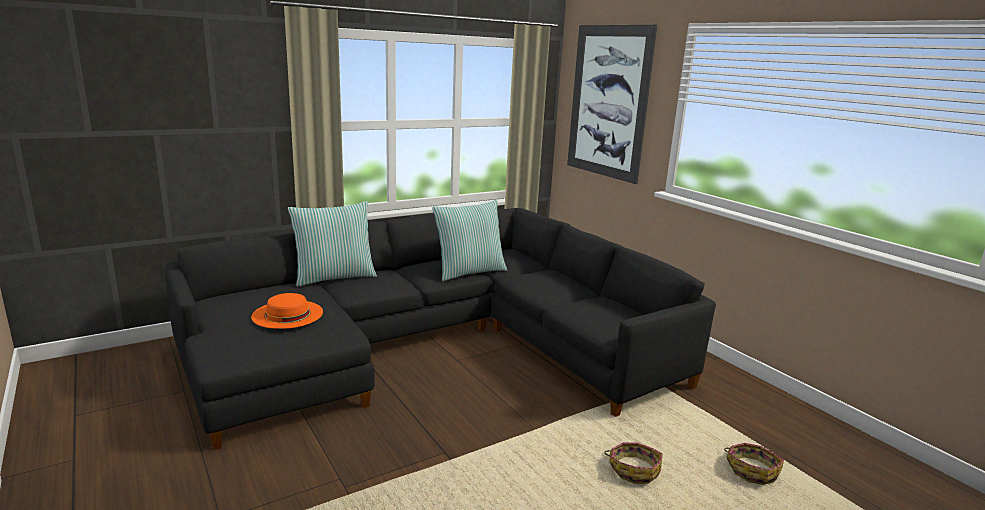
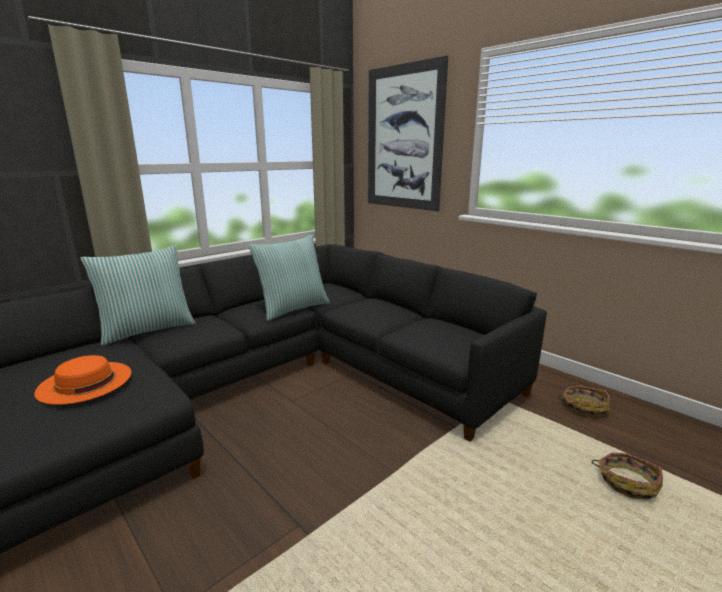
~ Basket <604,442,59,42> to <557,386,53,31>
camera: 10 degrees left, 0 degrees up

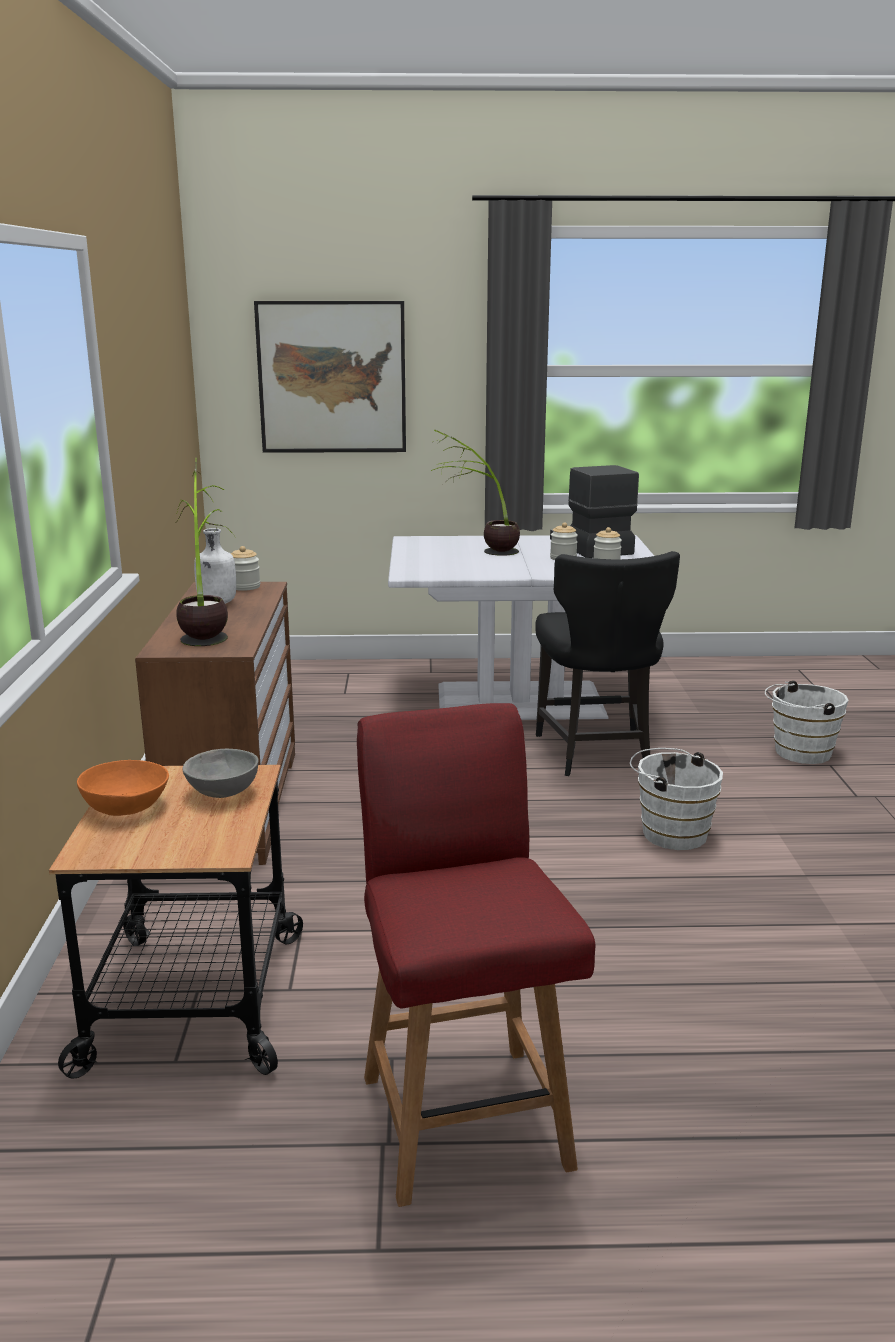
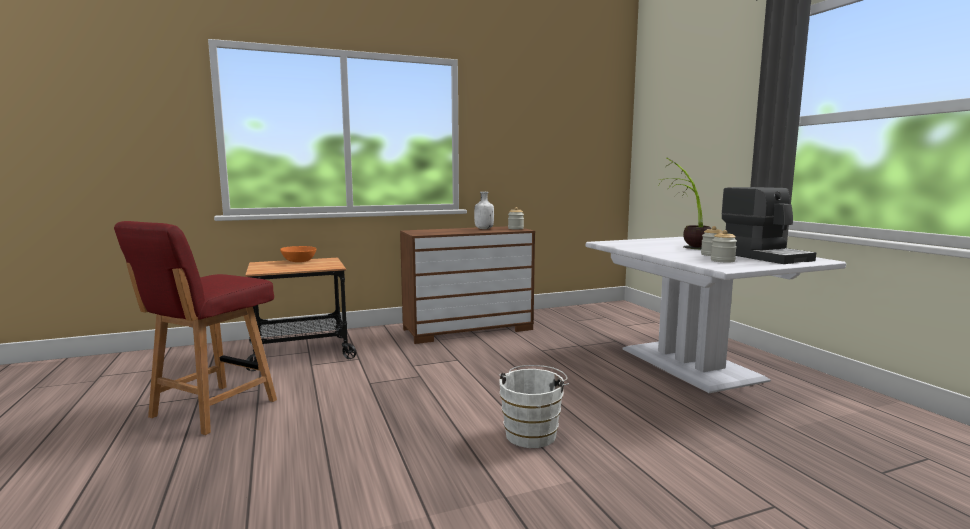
- PlantInAPot <176,458,60,188>
- GreyishServingBowl <182,749,76,49>
- Picture <254,301,152,152>
- BlackishPlainChair <535,551,145,225>
- WhitishWaterBucket <765,680,83,84>
~ ReddishPlainChair <357,703,238,504> = <114,221,163,214> 150 degrees clockwise
~ CoffeeBrewer <550,465,89,93> = <722,187,94,77> 105 degrees clockwise
camera: 70 degrees right, 10 degrees down

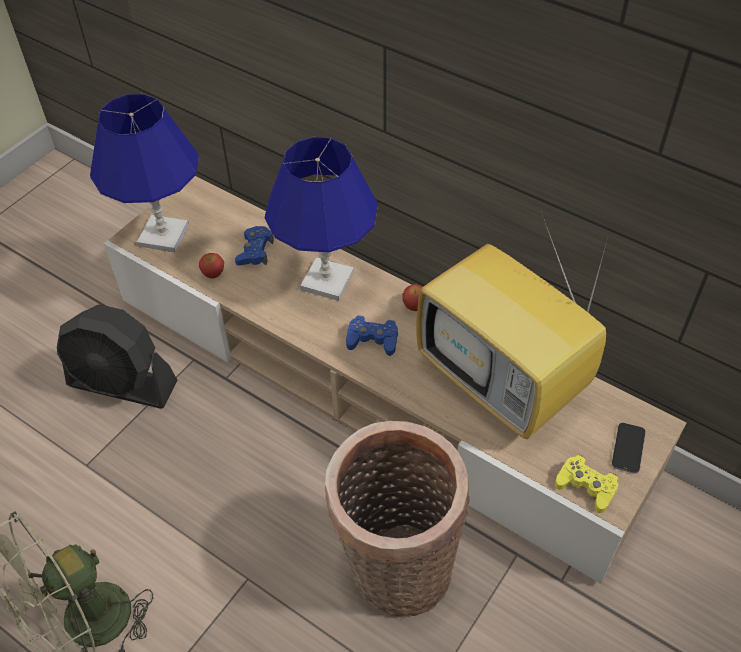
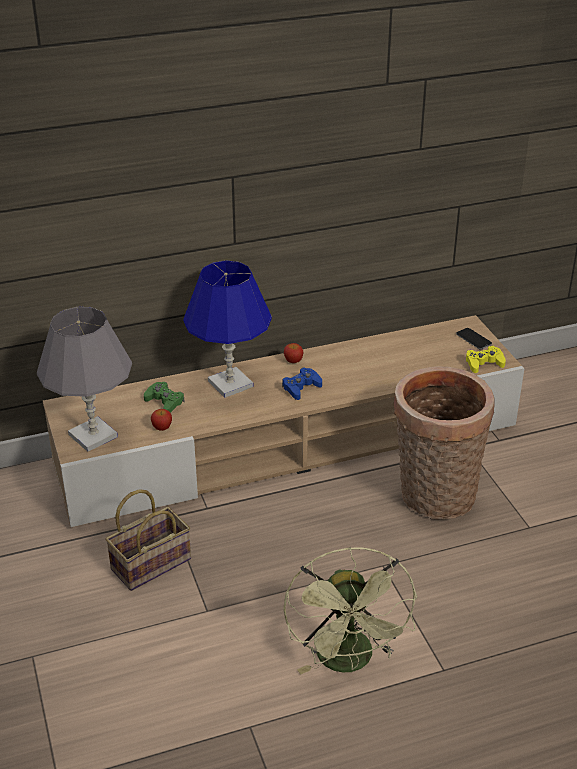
- TvSet <417,212,191,227>
~ BlackishElectricFan <57,304,121,104> to Basket <105,489,86,102>
~ BluishTabletopLamp <90,94,109,158> to GreyishTabletopLamp <37,307,95,145>
~ BluishGamepad <235,226,39,39> to GreenColouredGamepad <144,382,41,31>
camera: 55 degrees left, 15 degrees down

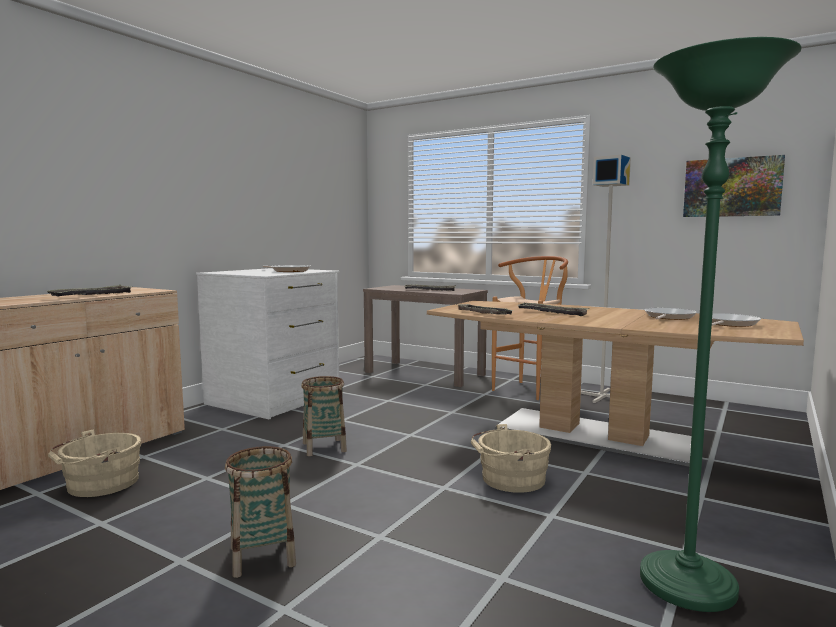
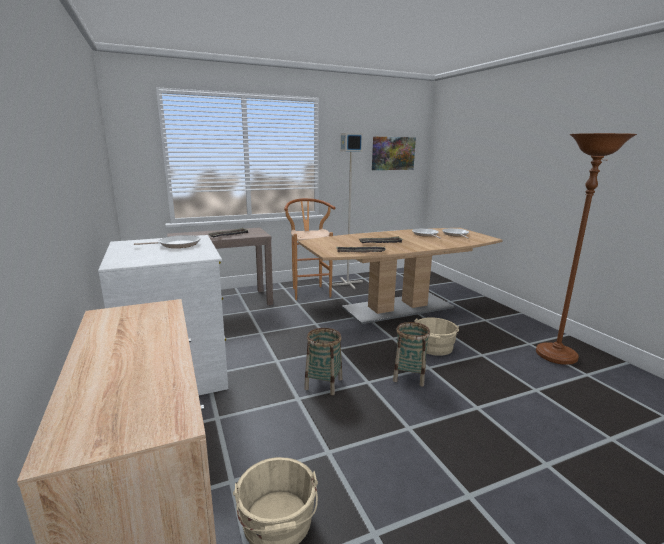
- Tray <47,285,84,11>
~ Basket <225,446,71,132> to <393,322,37,64>
~ GreenColouredStandingLamp <640,37,162,575> to BrownishStandingLamp <536,133,101,232>
camera: 55 degrees left, 10 degrees up

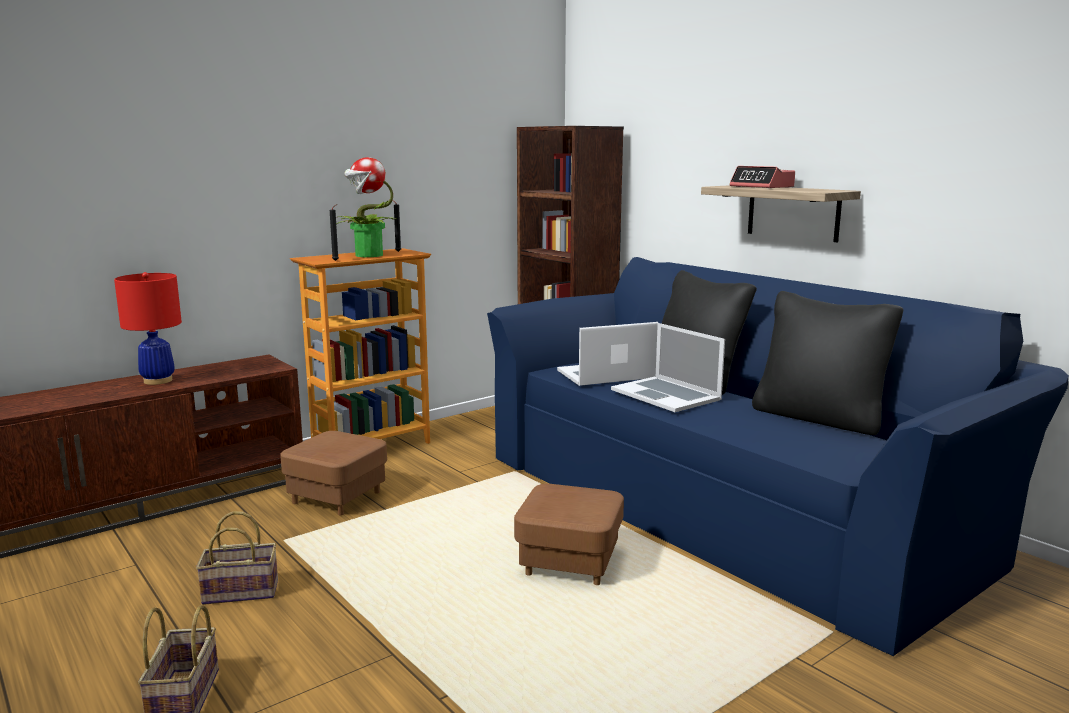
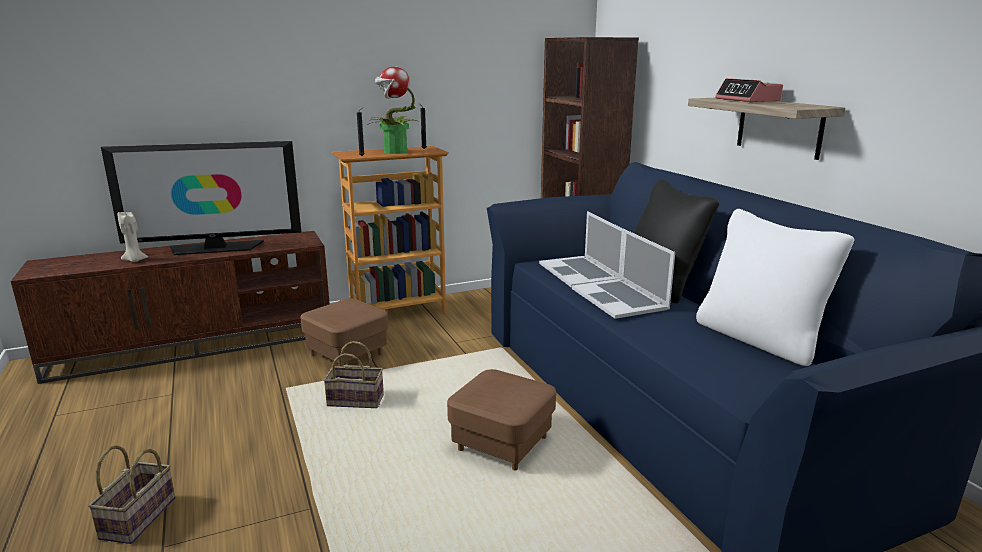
+ BeigeWaxCandle <117,210,31,52>
~ Basket <196,511,82,94> to <323,341,61,67>
~ ReddishTabletopLamp <114,272,68,113> to TvSet <101,141,200,114>
~ BlackishThrowPillow <752,291,151,144> to WhitishThrowPillow <696,209,159,157>
~ Laptop <557,322,101,64> = <539,211,85,77> 105 degrees counterclockwise
camera: 15 degrees right, 5 degrees up

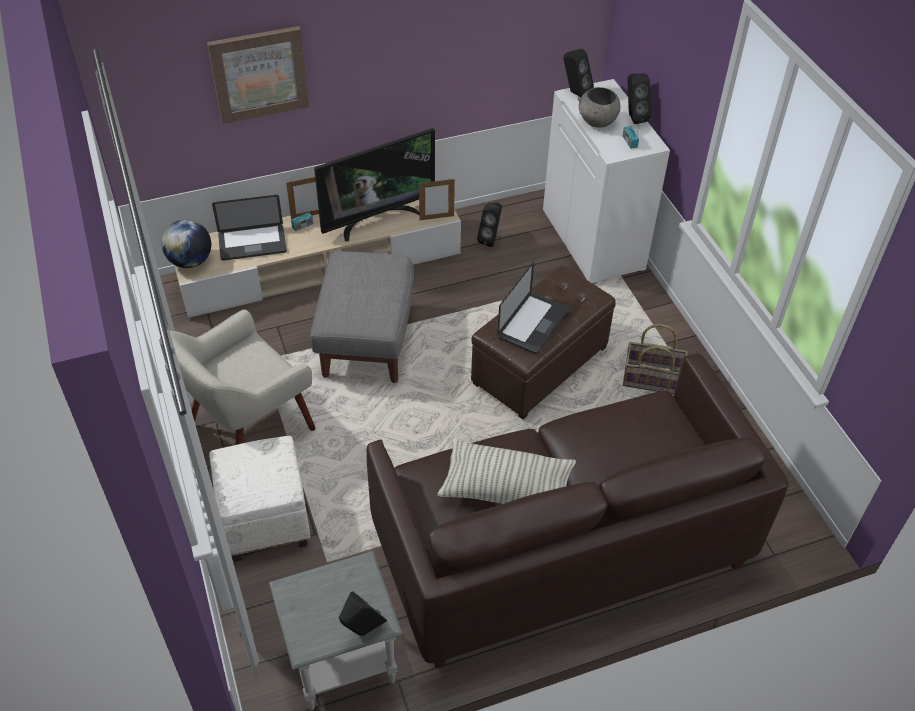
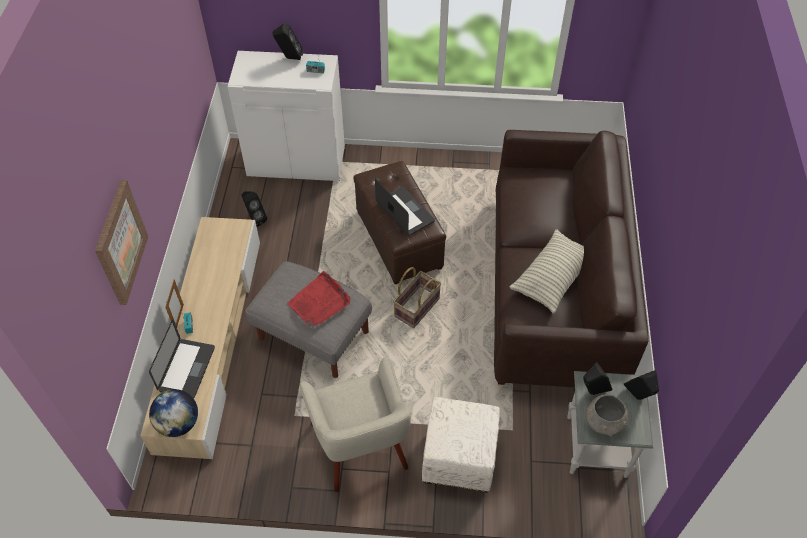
- TvSet <314,128,121,114>
- PictureFrame <419,179,36,41>
+ ReddishTray <287,271,64,57>
~ BlackishLoudspeaker <563,49,31,48> to <583,362,30,33>
~ GreyishServingBowl <578,87,43,41> to <586,394,42,42>
~ Basket <623,324,65,71> to <393,267,48,61>
camera: 65 degrees left, 5 degrees up

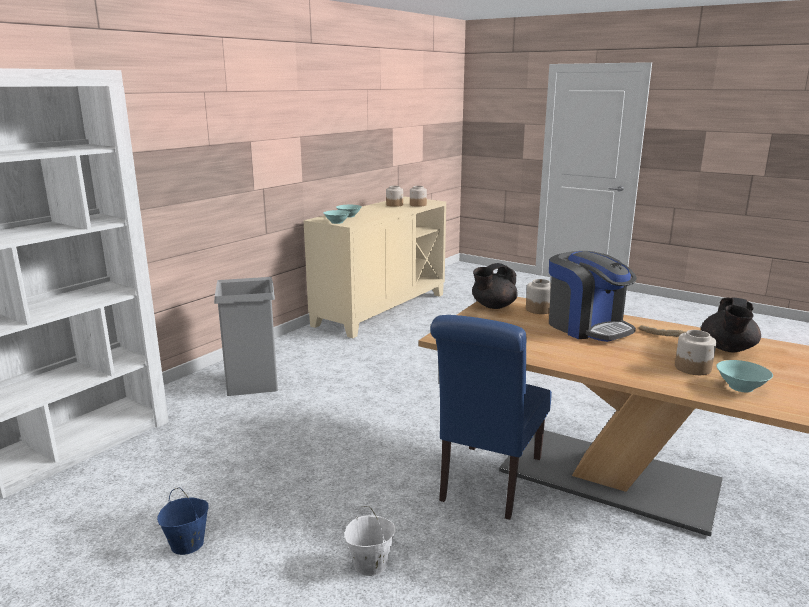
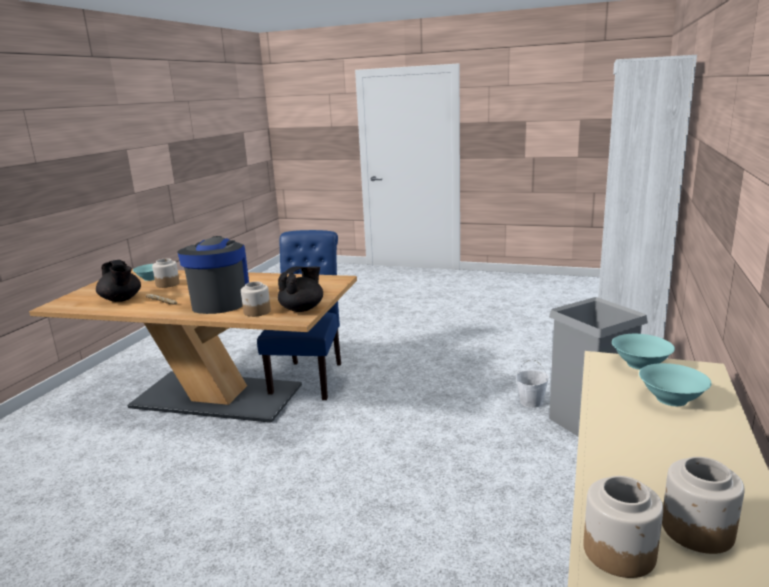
- BluishWaterBucket <157,488,52,67>
~ WhitishWaterBucket <344,506,51,70> to <516,359,33,49>
~ CoffeeBrewer <549,251,88,91> = <177,236,72,78> 45 degrees clockwise
~ BlackishTeapot <701,297,60,55> = <96,260,45,42> 135 degrees clockwise
camera: 165 degrees right, 0 degrees up

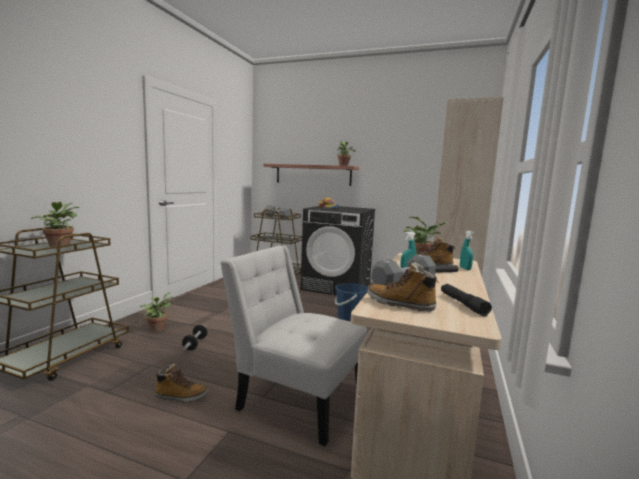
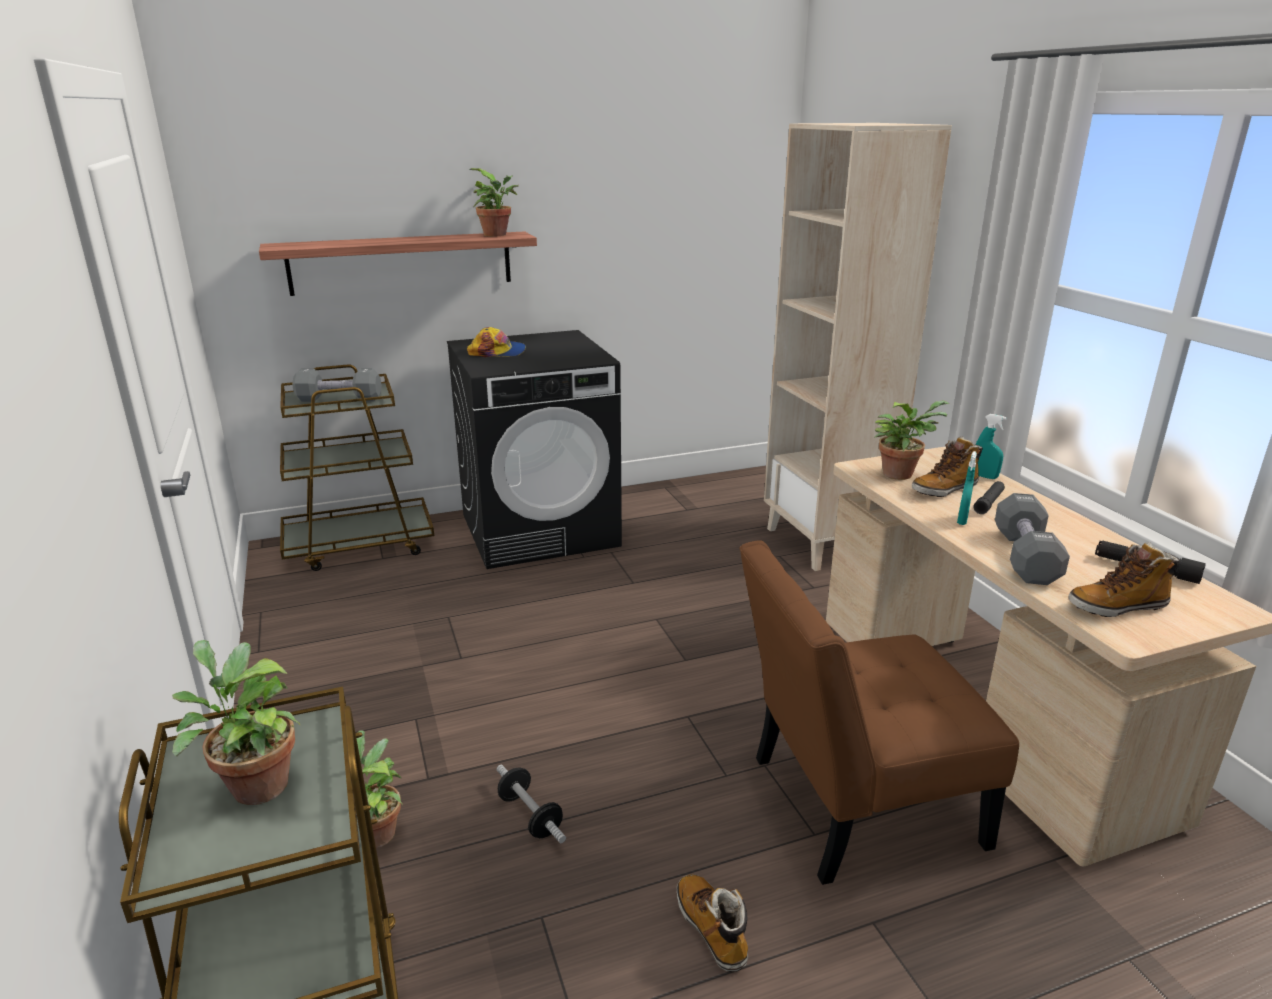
- BluishWaterBucket <335,283,33,39>
~ WhitishPlainChair <220,246,147,200> to BrownishPlainChair <740,540,279,345>
~ HighTopBoot <155,364,53,39> = <677,874,71,98> 75 degrees counterclockwise
camera: 40 degrees left, 15 degrees up

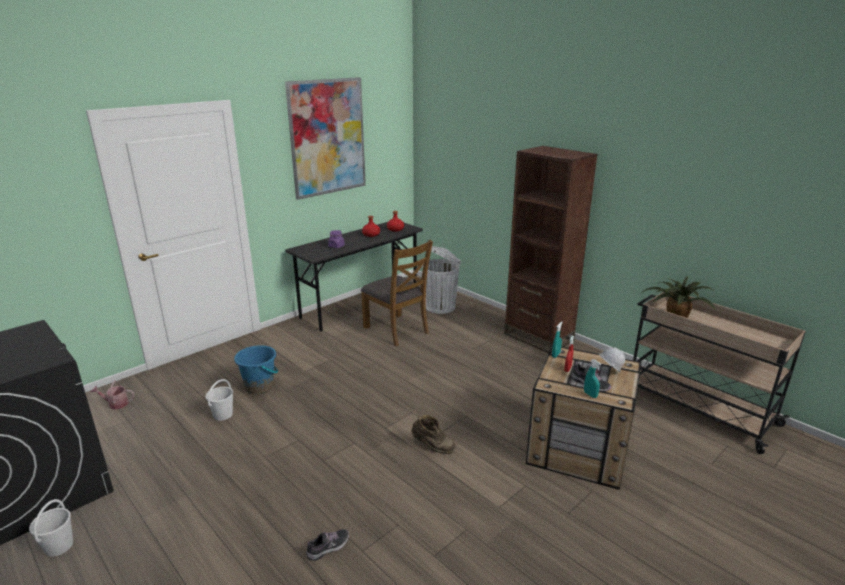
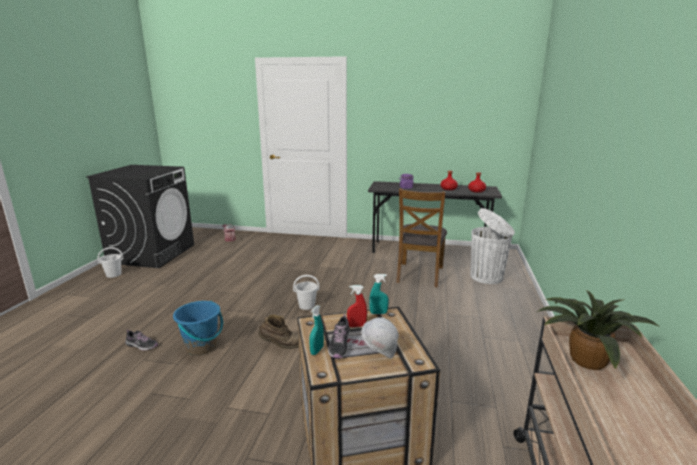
- Picture <285,77,81,123>
- BrownishBookshelf <504,146,94,207>
~ WhitishWaterBucket <206,379,27,42> to <293,275,27,35>
~ BluishWaterBucket <234,345,44,49> to <173,301,50,54>
~ BrownishHighTopBoot <411,415,45,39> = <258,315,41,34> 75 degrees counterclockwise
camera: 55 degrees right, 5 degrees down

